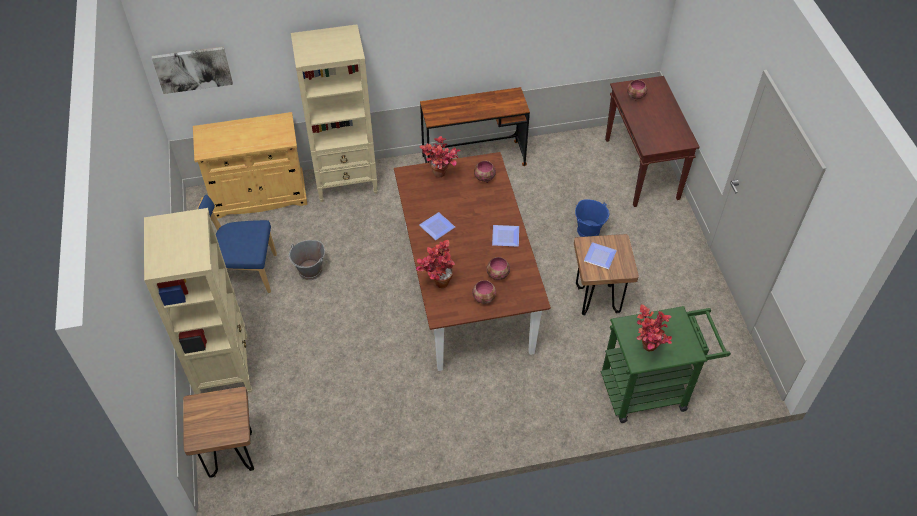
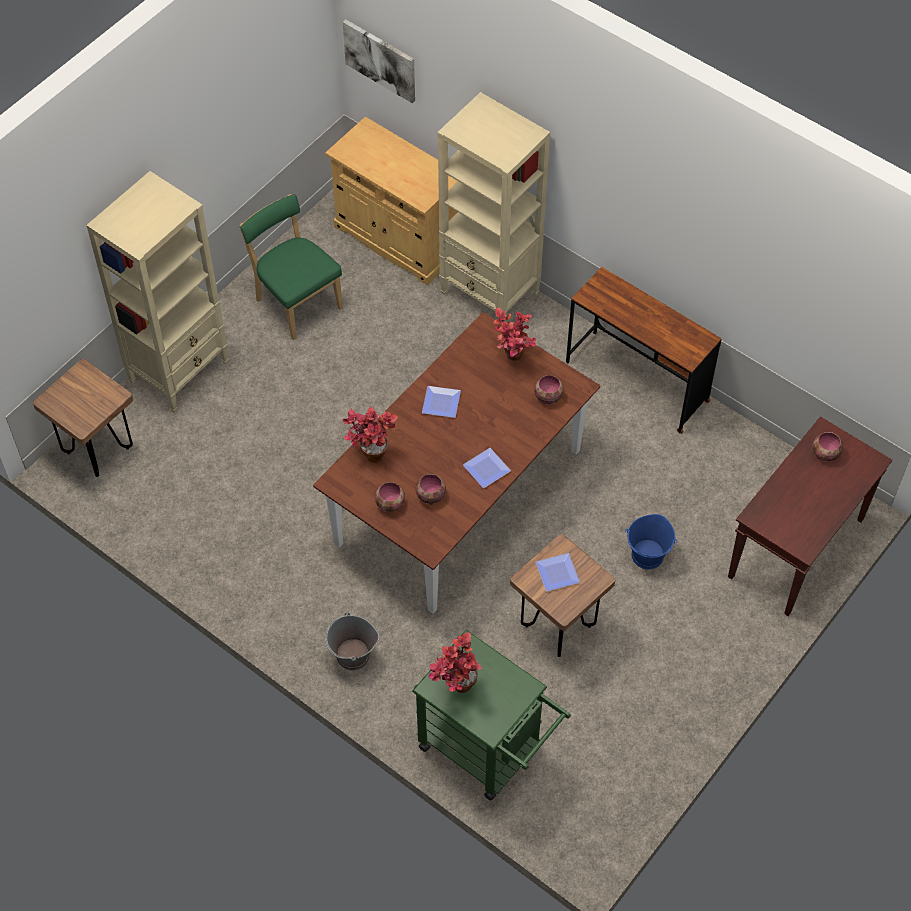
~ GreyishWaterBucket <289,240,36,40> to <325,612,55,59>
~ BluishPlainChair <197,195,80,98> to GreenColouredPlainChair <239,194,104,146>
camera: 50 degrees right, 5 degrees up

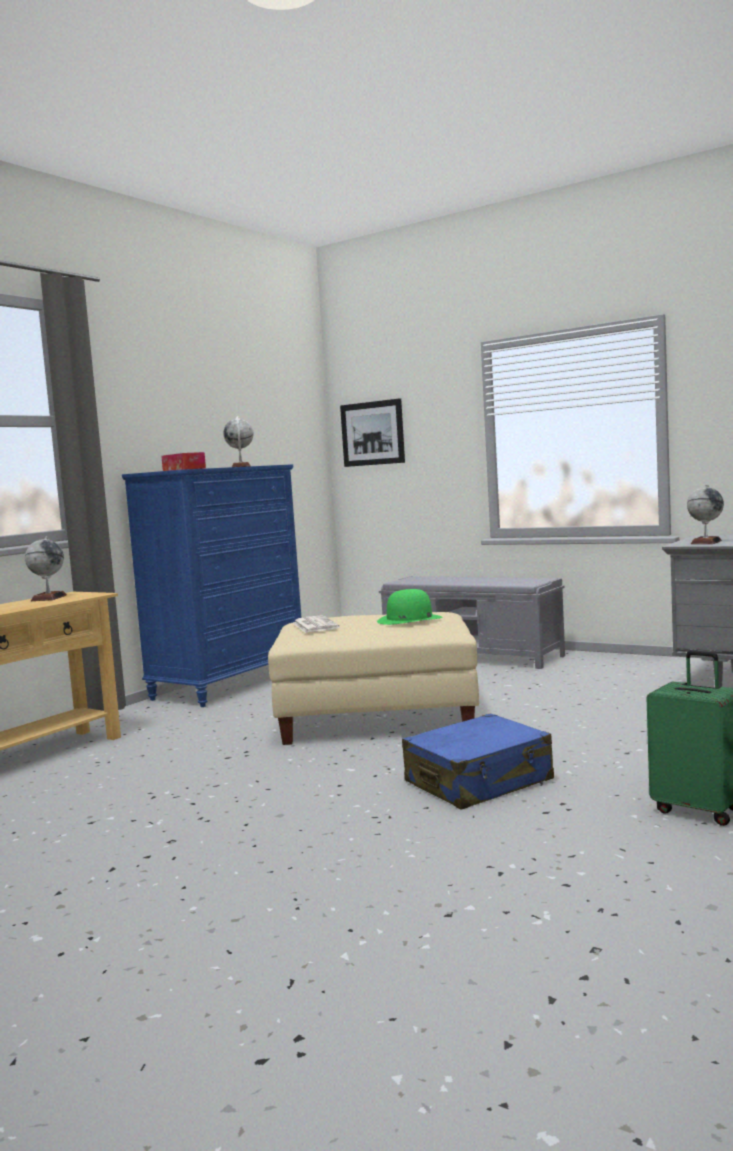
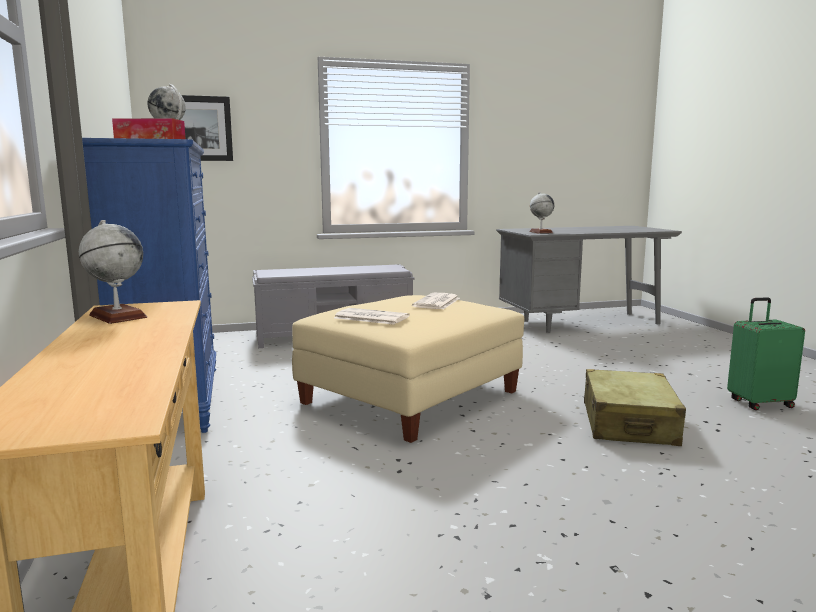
~ GreenColouredHat <377,589,65,36> to Newspaper <412,293,48,17>
~ BluishSuitcase <402,714,152,96> to BeigeSuitcase <584,369,102,77>
camera: 50 degrees left, 5 degrees up

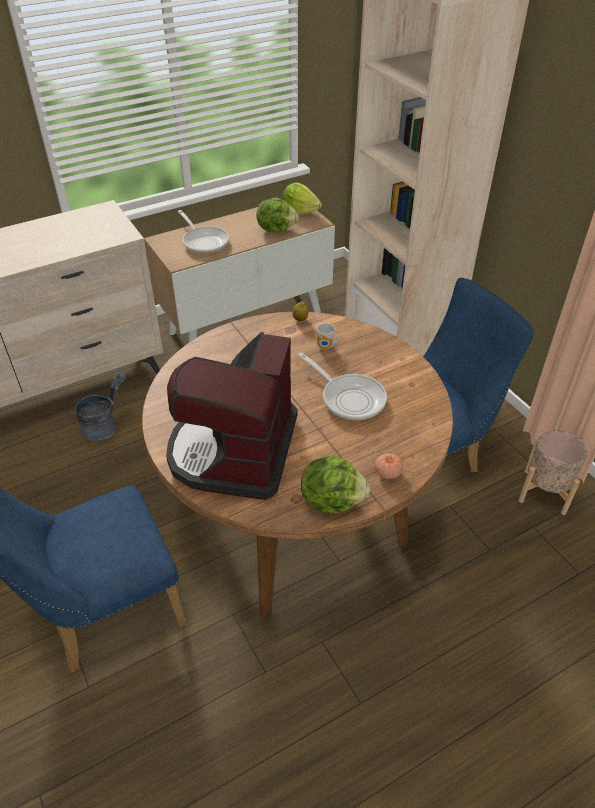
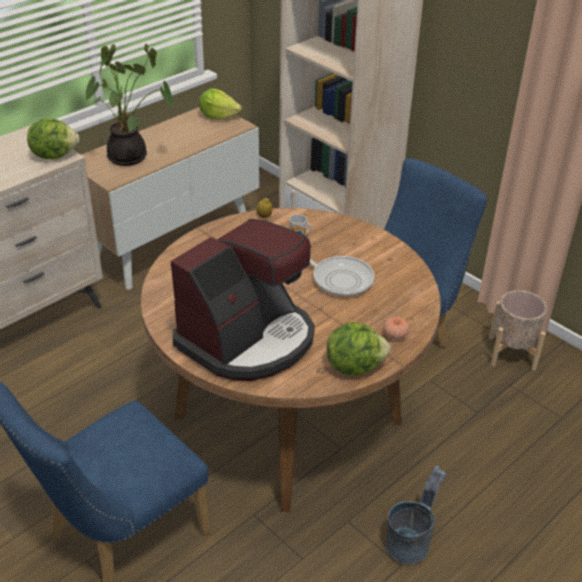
~ GreyishWaterBucket <75,371,51,70> to <385,466,61,98>
~ HeadOfLettuce <257,198,42,35> to <27,118,53,41>
~ Skillet <178,210,51,44> to PlantInAPot <85,44,88,122>
~ CoffeeBrewer <166,332,131,168> = <171,219,144,162> 135 degrees counterclockwise
camera: 15 degrees left, 5 degrees down

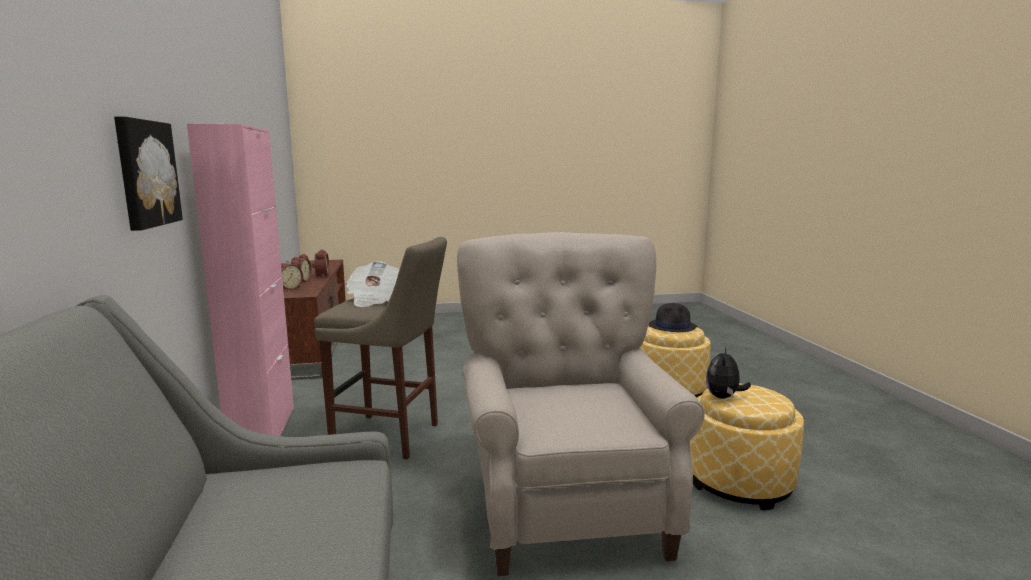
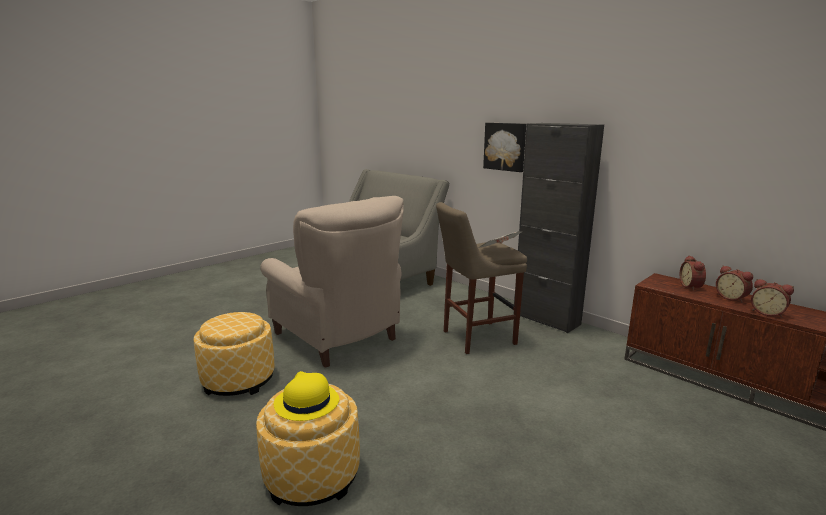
- SoftToy <706,347,45,52>
~ PinkCupboard <187,124,107,312> to BlackishCupboard <513,123,91,210>
~ BlackishHat <649,303,48,29> to YellowishHat <274,371,65,50>
camera: 145 degrees right, 5 degrees up

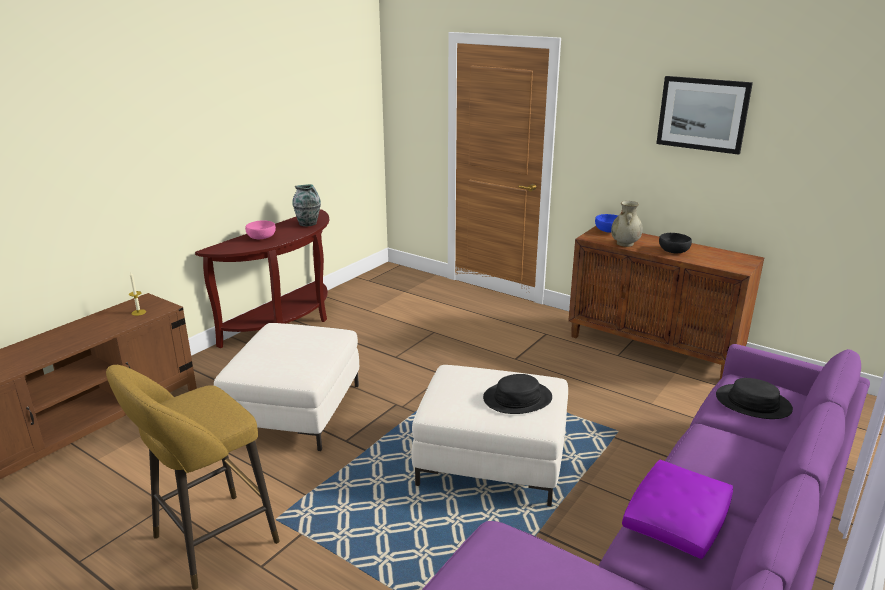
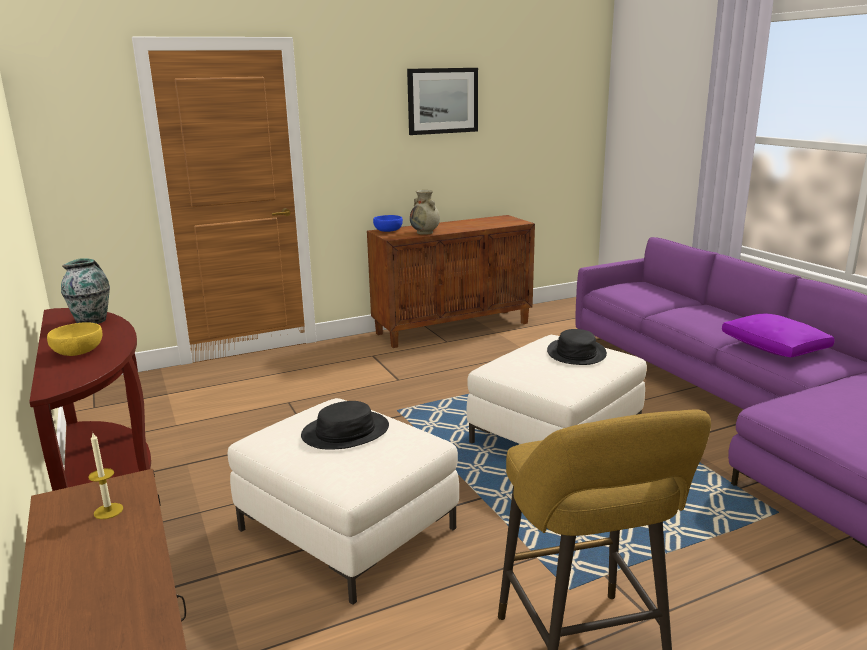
- BlackishServingBowl <659,233,33,20>
~ BlackishHat <716,378,77,41> to <301,401,88,49>
~ PinkServingBowl <245,220,31,19> to YellowishServingBowl <47,322,55,34>
camera: 60 degrees left, 5 degrees down

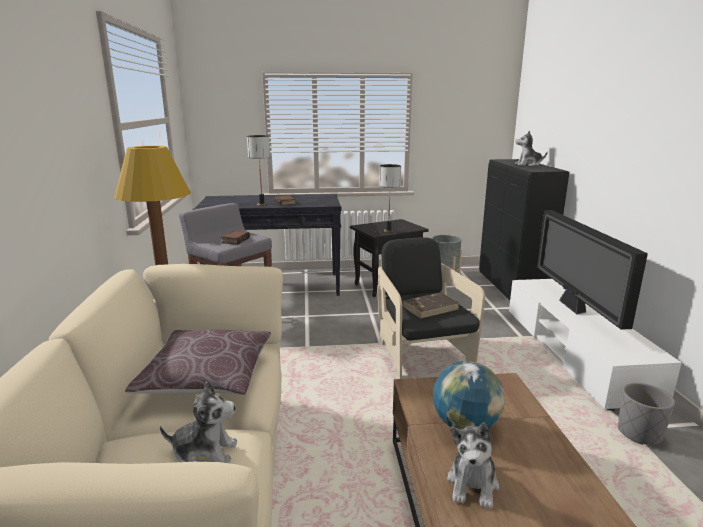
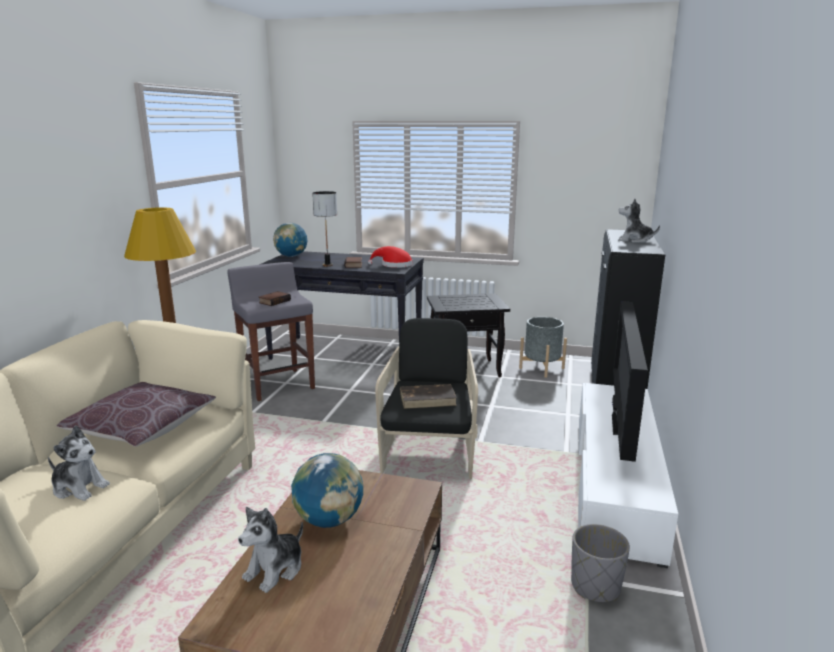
- TabletopLamp <379,164,22,68>
+ Globe <273,223,35,34>
+ ReddishHat <368,246,45,22>
camera: 20 degrees right, 0 degrees up

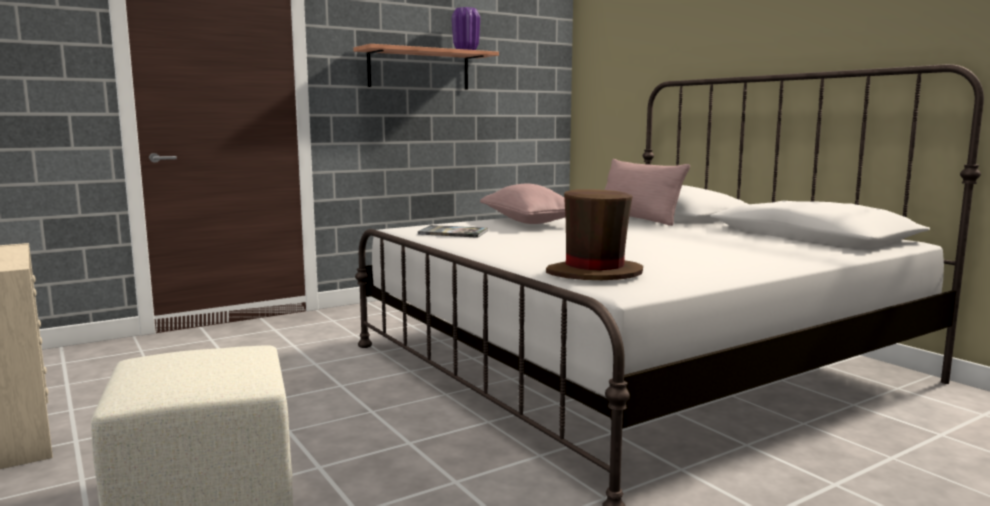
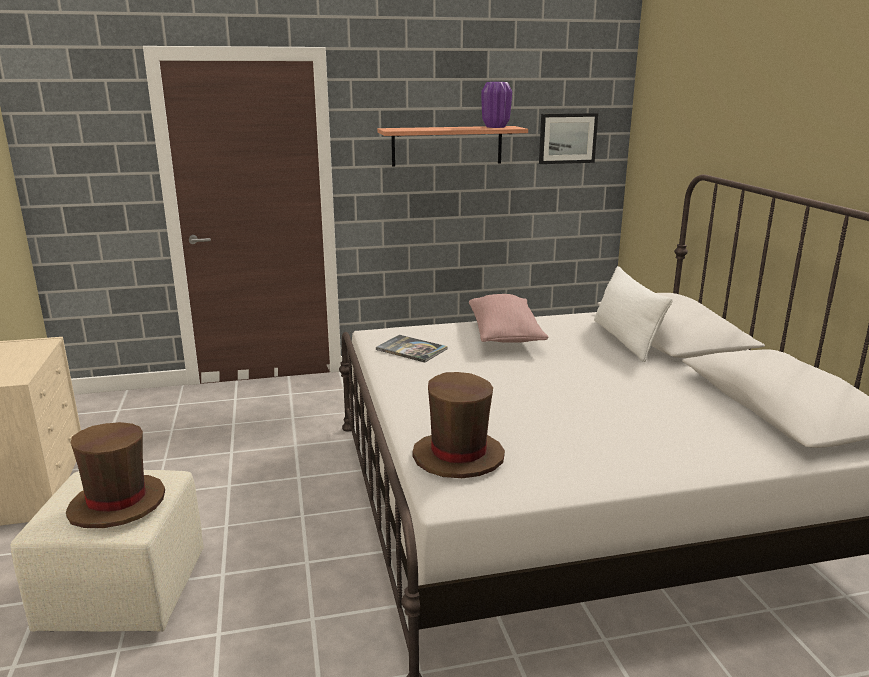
+ BrownishHat <66,422,99,106>
+ Picture <539,113,59,51>
~ PinkThrowPillow <605,159,85,67> to WhitishThrowPillow <594,266,79,96>
camera: 20 degrees right, 10 degrees up

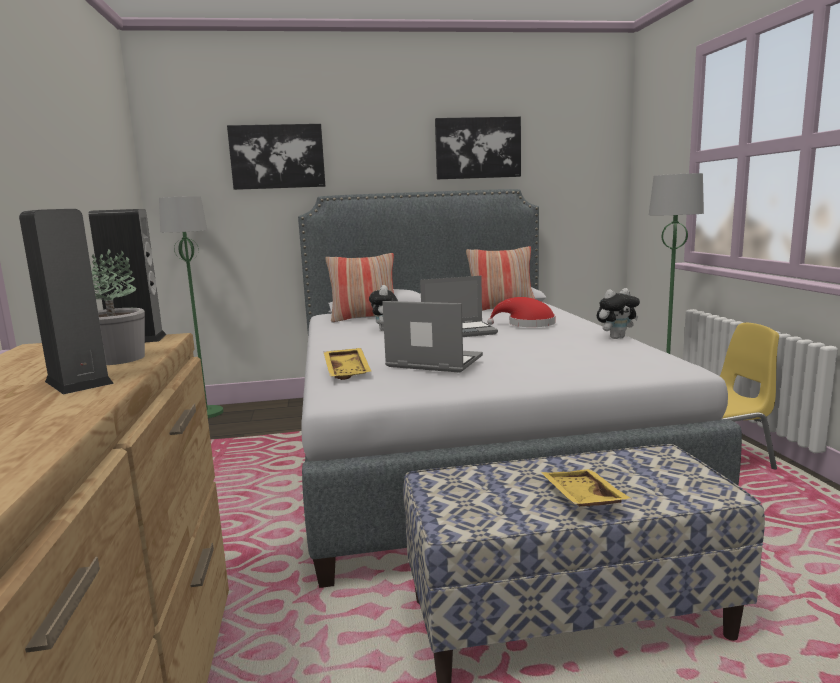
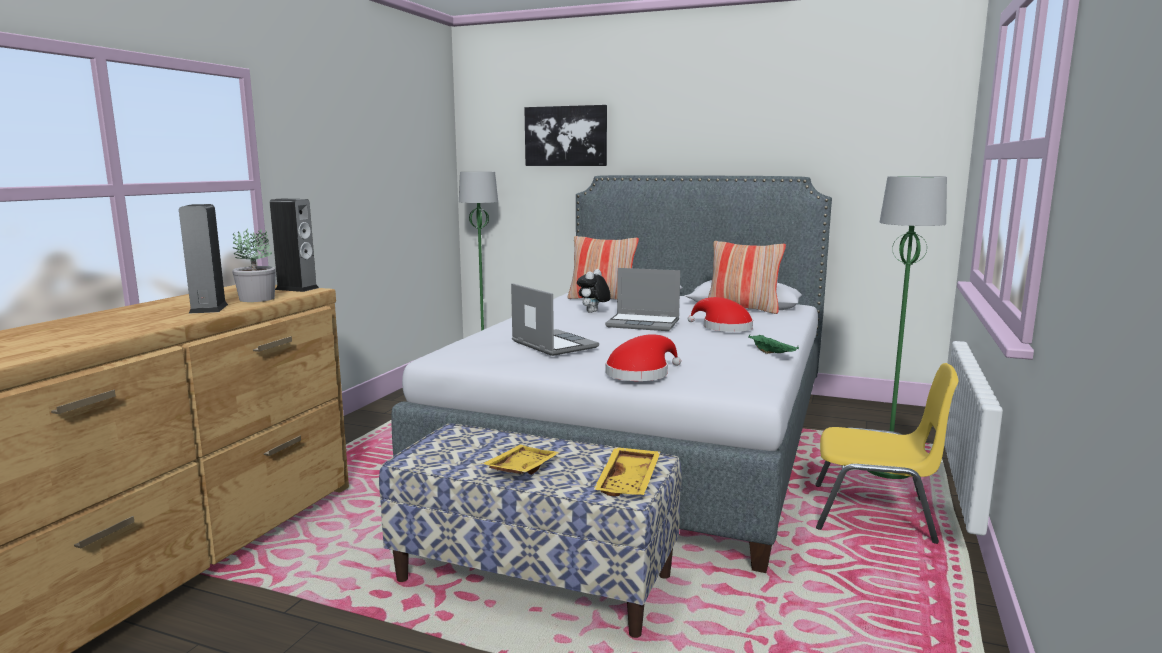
- Picture <435,117,86,62>
+ ReddishHat <606,334,75,47>
~ YellowishTray <324,348,47,32> to <593,447,67,50>
~ SoftToy <597,288,43,51> to GreenColouredTray <749,335,50,19>
camera: 30 degrees right, 0 degrees up

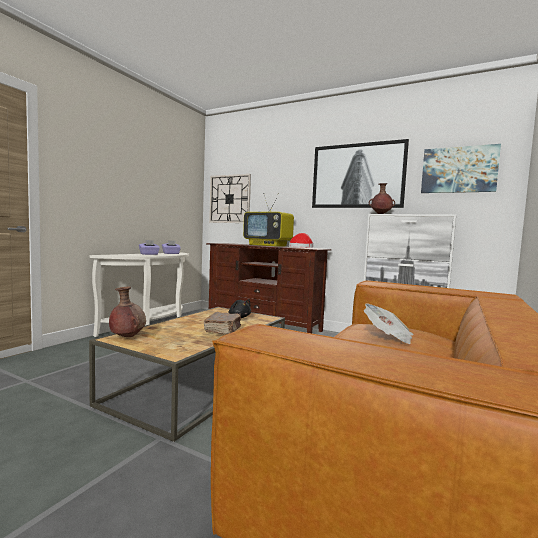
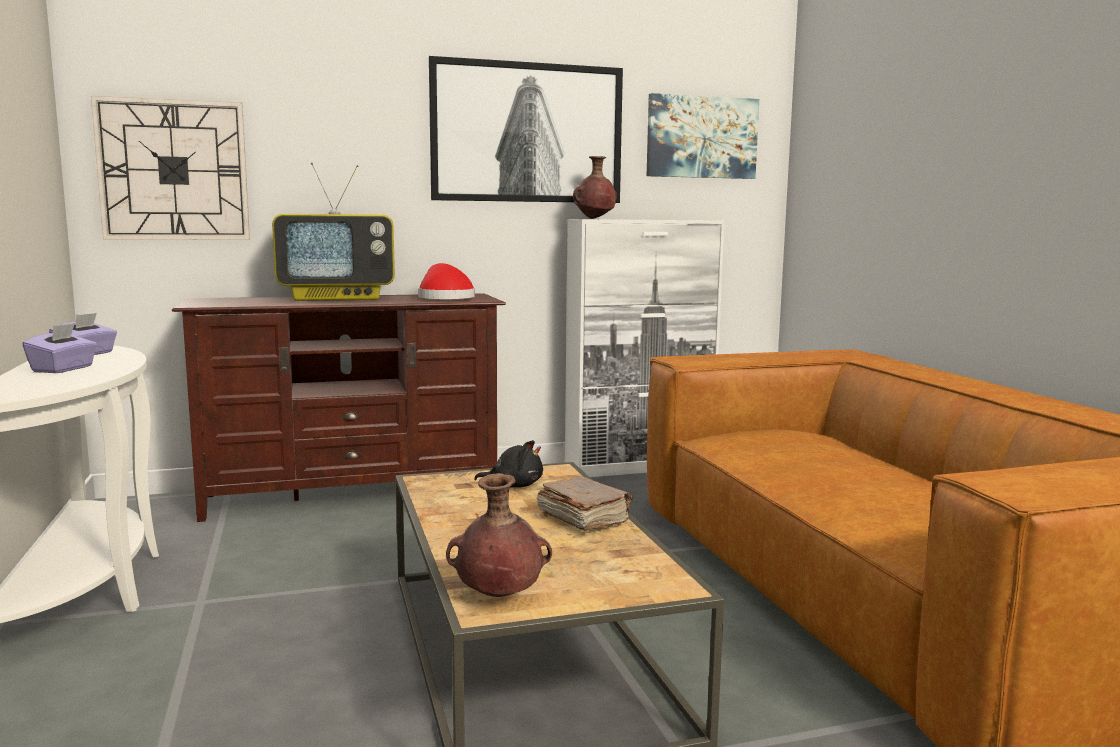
- Newspaper <364,303,49,41>
camera: 45 degrees left, 5 degrees up

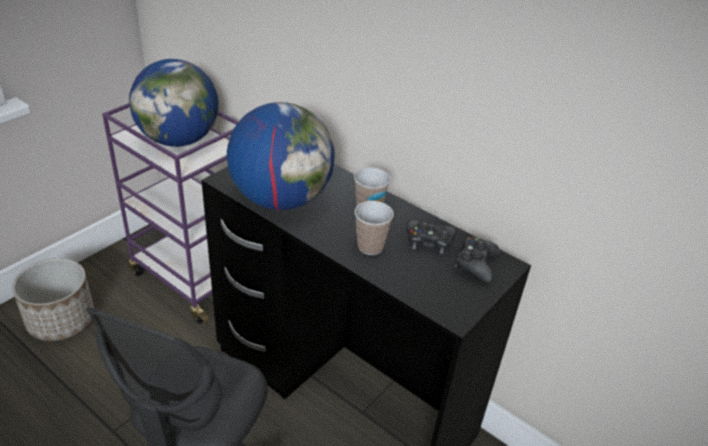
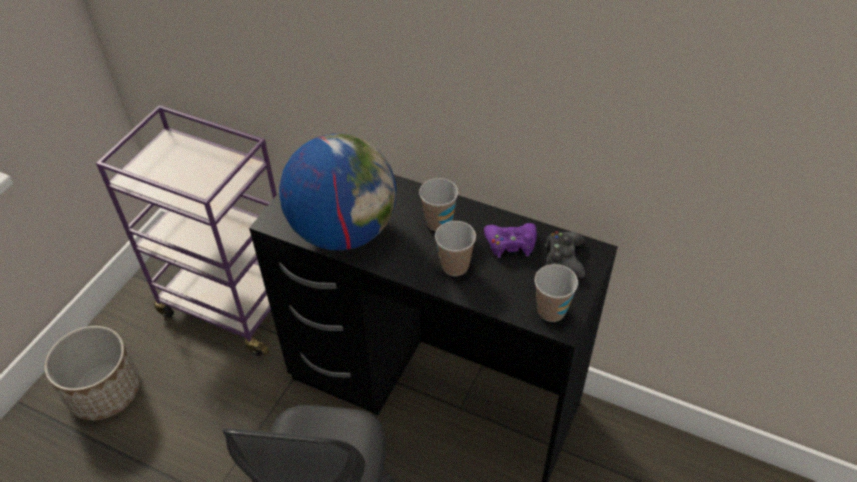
- Globe <129,59,90,88>
+ SmallCup <535,264,43,58>
~ BlackishGamepad <406,220,50,34> to PurpleGamepad <484,223,53,35>
camera: 10 degrees left, 10 degrees up

